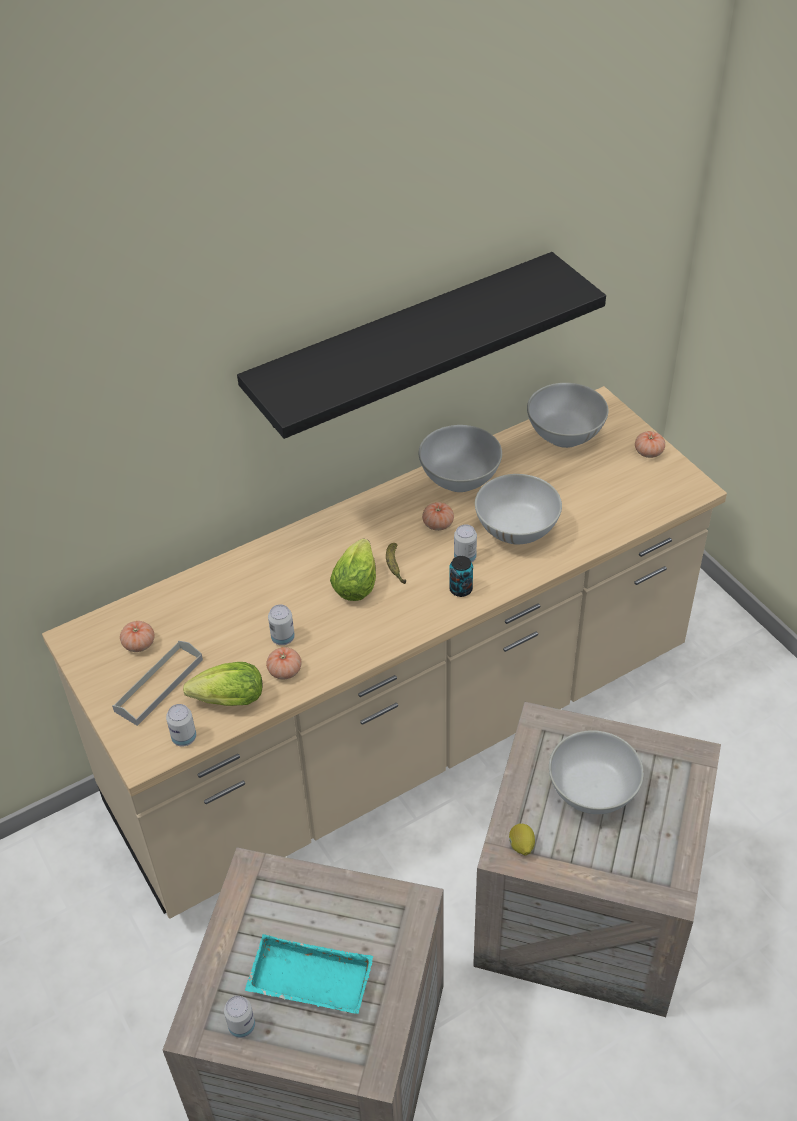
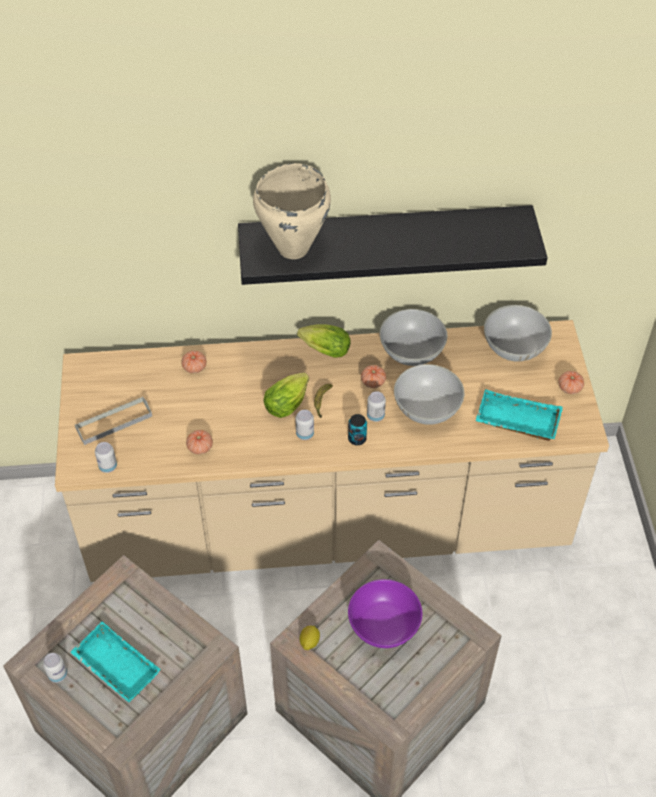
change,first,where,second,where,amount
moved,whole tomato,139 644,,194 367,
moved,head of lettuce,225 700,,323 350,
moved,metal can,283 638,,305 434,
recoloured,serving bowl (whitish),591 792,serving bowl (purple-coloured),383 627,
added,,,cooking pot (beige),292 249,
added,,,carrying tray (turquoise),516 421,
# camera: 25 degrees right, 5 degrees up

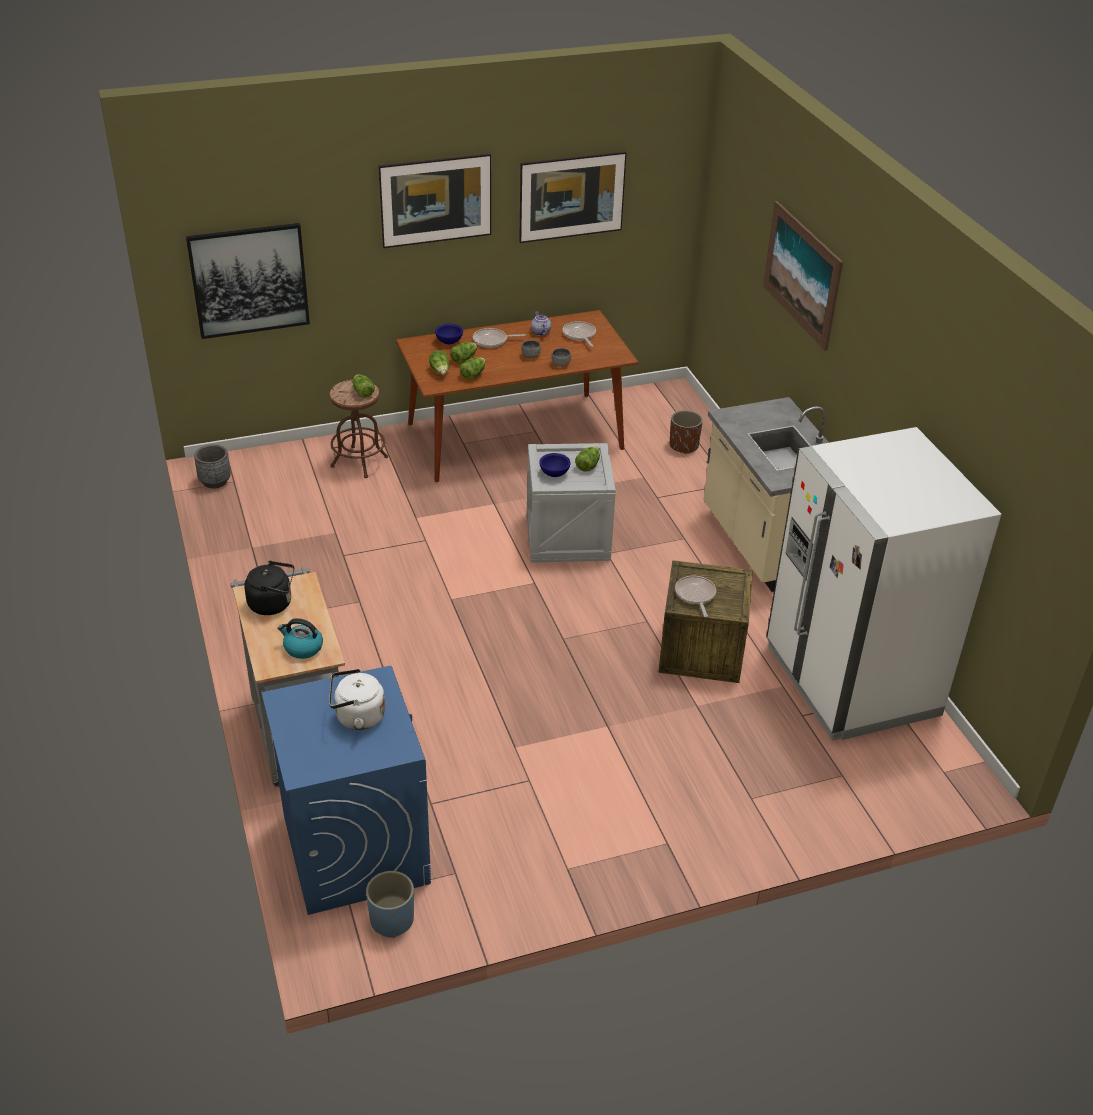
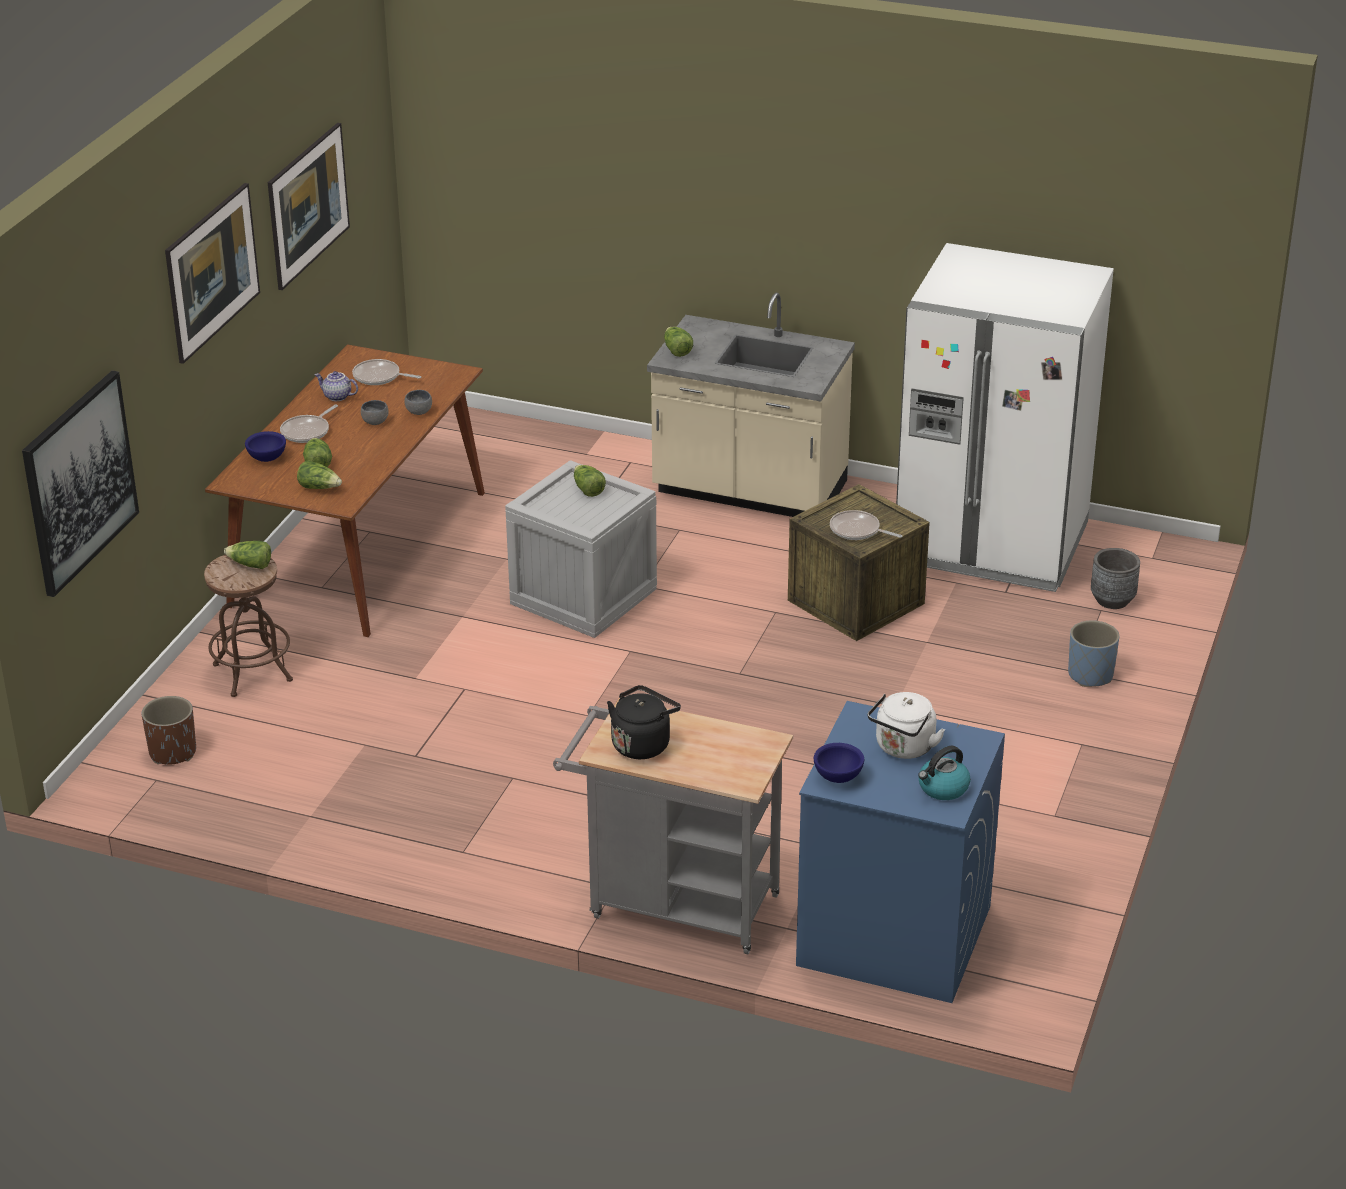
change,first,where,second,where,amount
moved,plant pot (greyish),215 482,,1112 600,
moved,tea kettle,302 648,,942 788,
moved,plant pot (blue),392 920,,1090 675,
moved,head of lettuce,473 374,,676 350,
moved,serving bowl (blue),555 474,,838 776,
moved,plant pot (brown),684 446,,173 752,
removed,wall art,802 274,,,
# camera: 50 degrees left, 5 degrees down

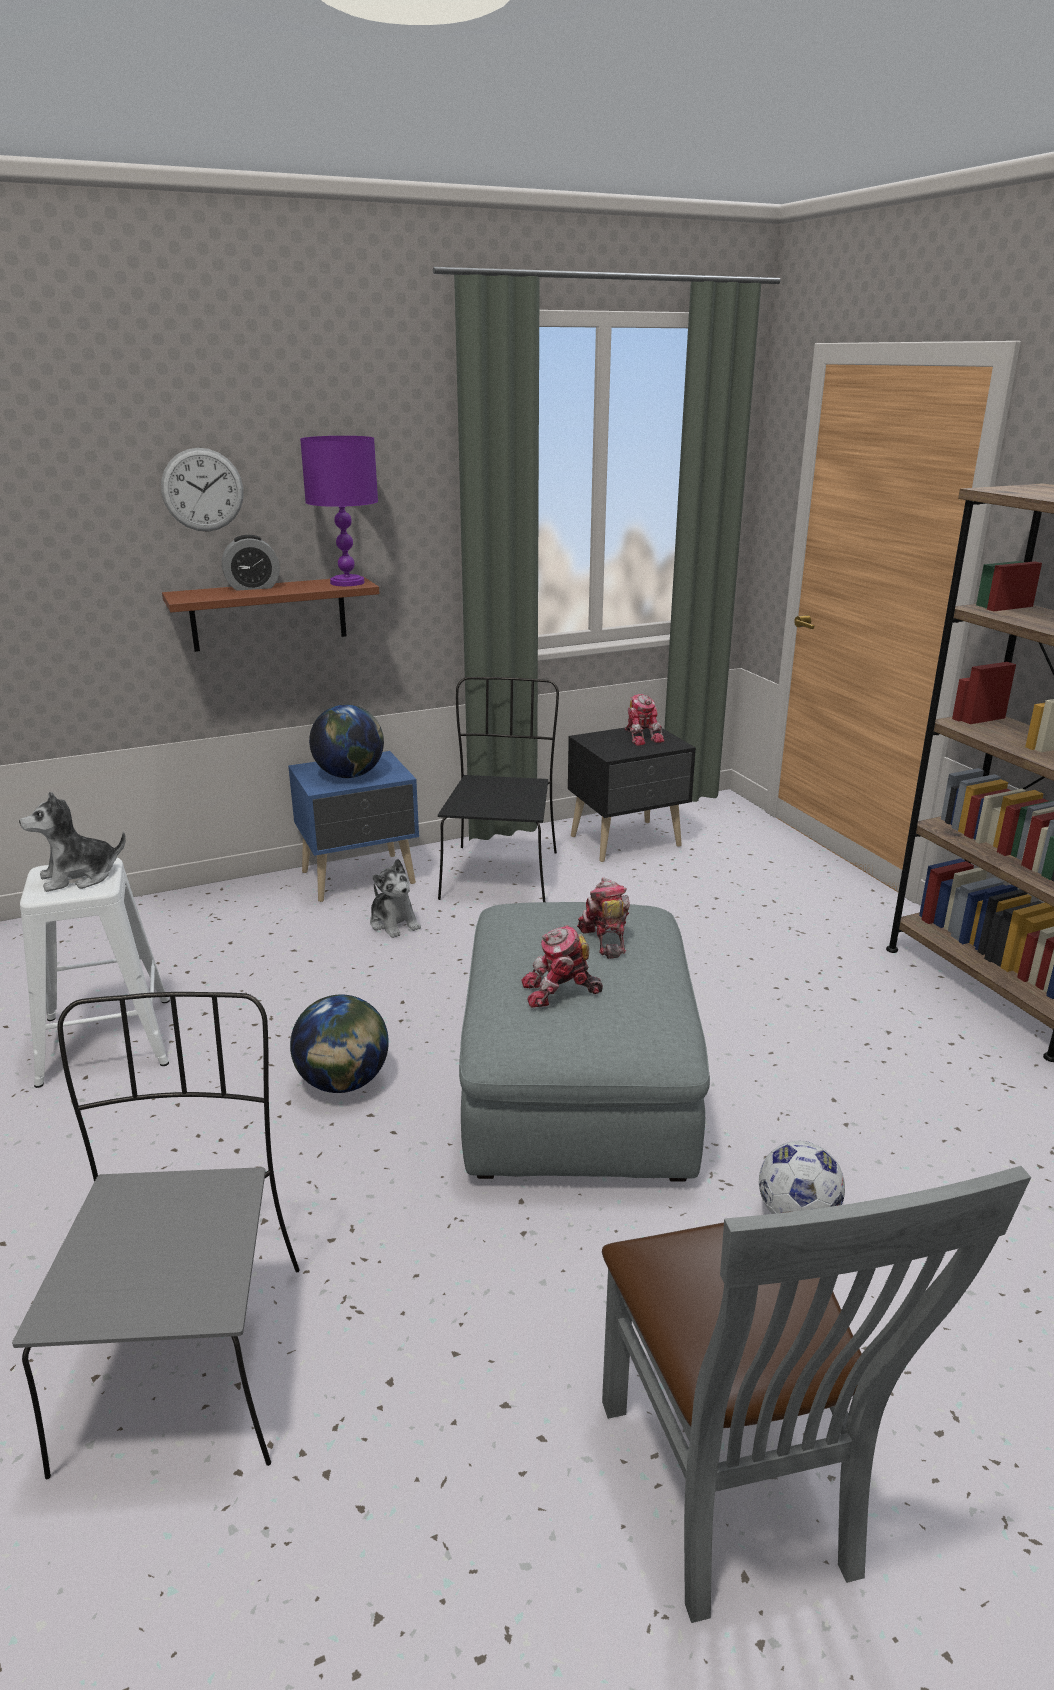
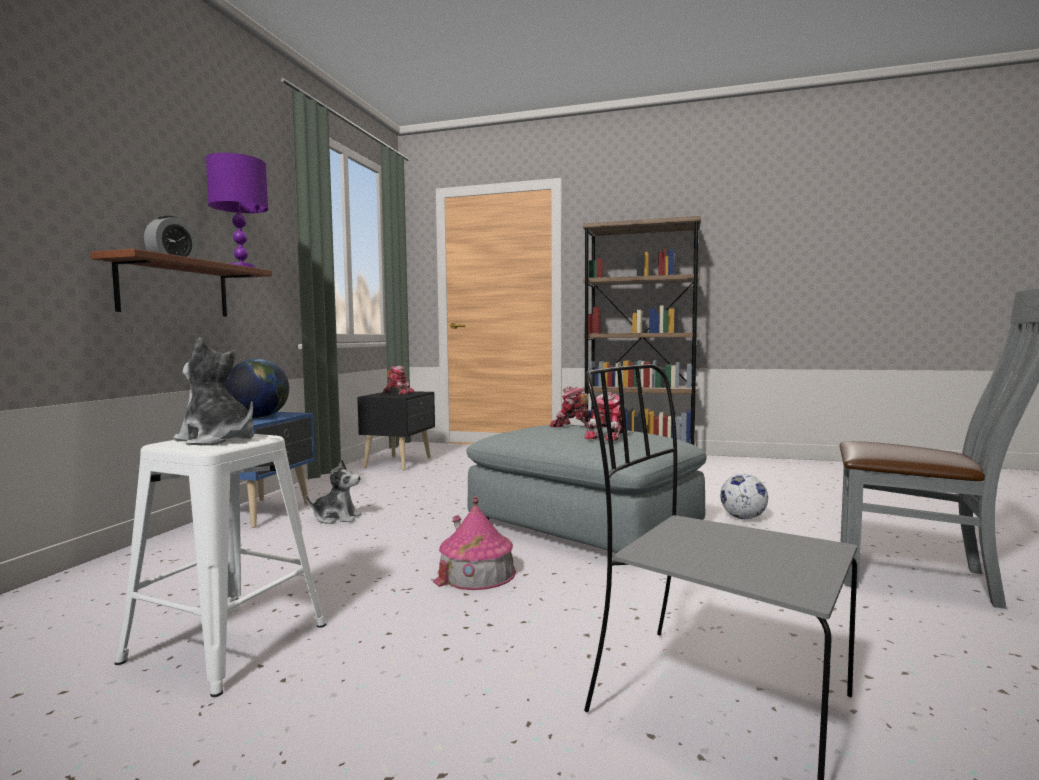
change,first,where,second,where,amount
turned,soft toy,79 877,,217 440,105 degrees clockwise
removed,wall clock,202 490,,,
replaced,globe,343 1082,toy house,476 572,
removed,upright chair (blackish),500 874,,,
# camera: 50 degrees left, 20 degrees down

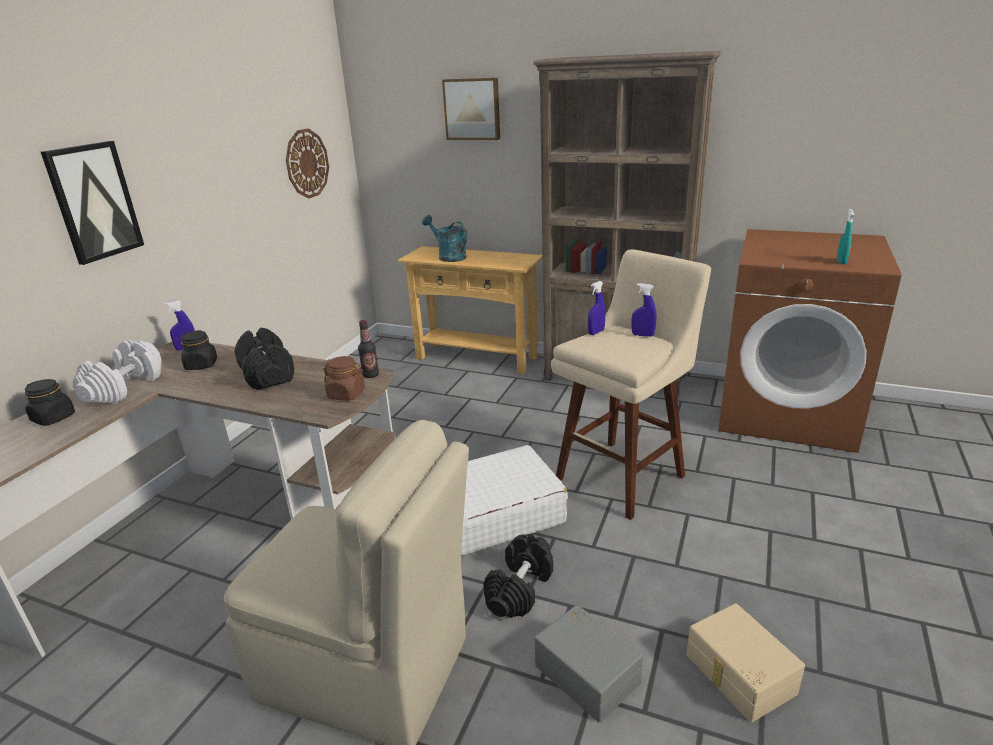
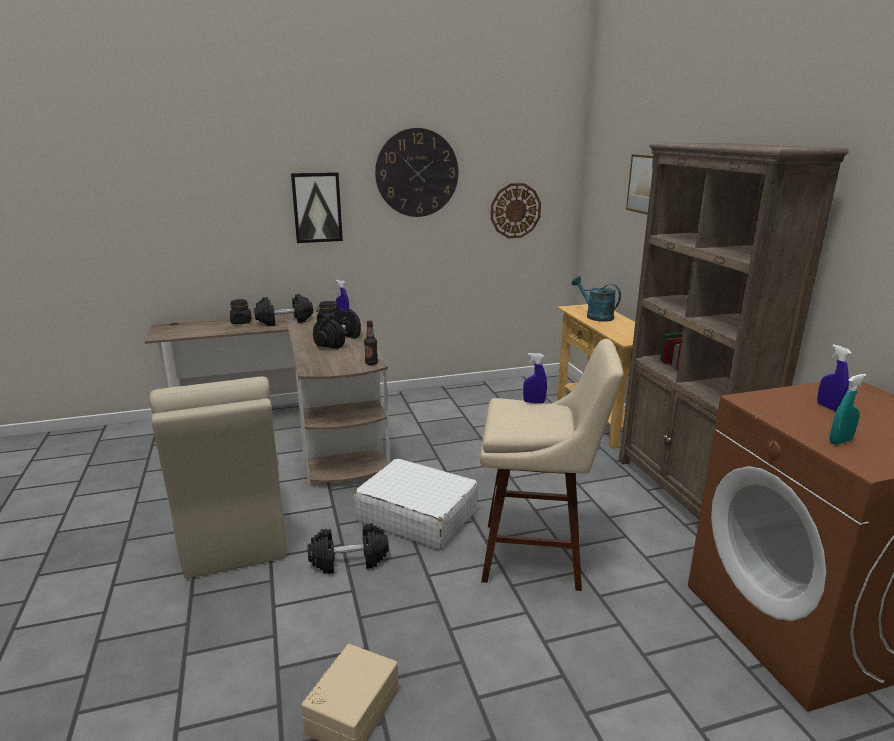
change,first,where,second,where,amount
recoloured,free weight (whitish),124 387,free weight (blackish),285 321,
removed,storage jar (brown),346 394,,,
turned,watering pot (turquoise),448 257,,595 316,45 degrees counterclockwise
removed,storage box (greyish),588 672,,,
moved,spray bottle (blue),642 335,,828 407,
added,,,wall clock,417 173,
# camera: 50 degrees right, 5 degrees down

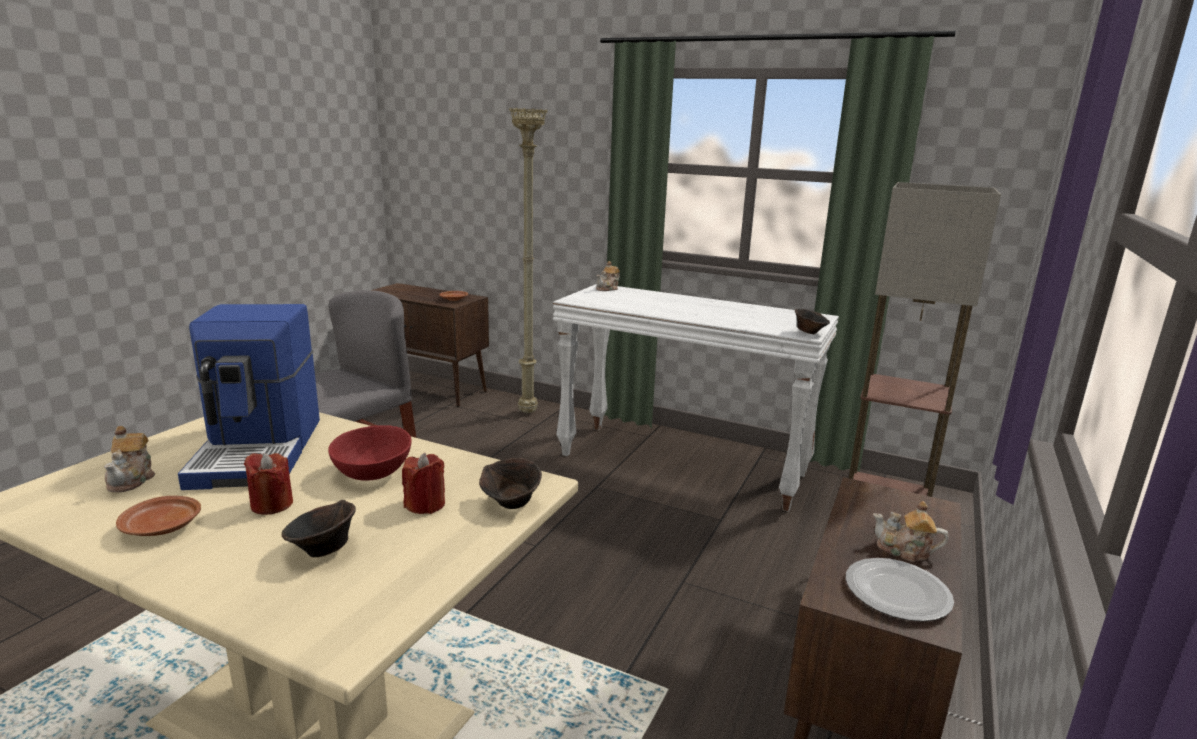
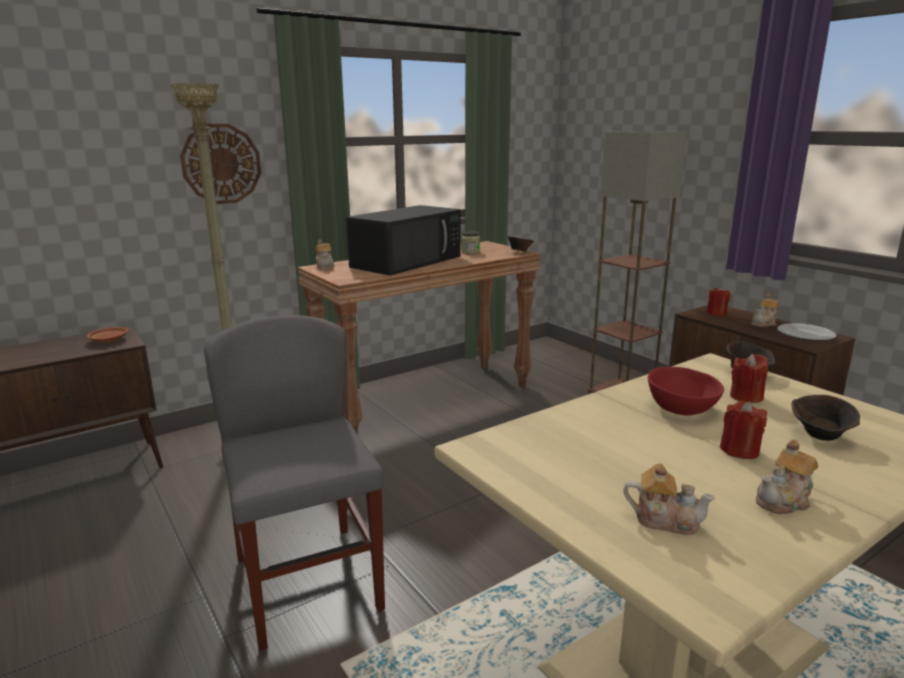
change,first,where,second,where,amount
replaced,flat dish (brown),162 528,pot for tea,784 501,
removed,coffee maker,260 451,,,
recoloured,console table (whitish),683 464,console table (brown),426 397,
added,,,wall clock,221 164,
added,,,microwave (blackish),407 261,
added,,,storage jar,470 252,
added,,,candle (red),716 313,
# camera: 60 degrees left, 0 degrees up

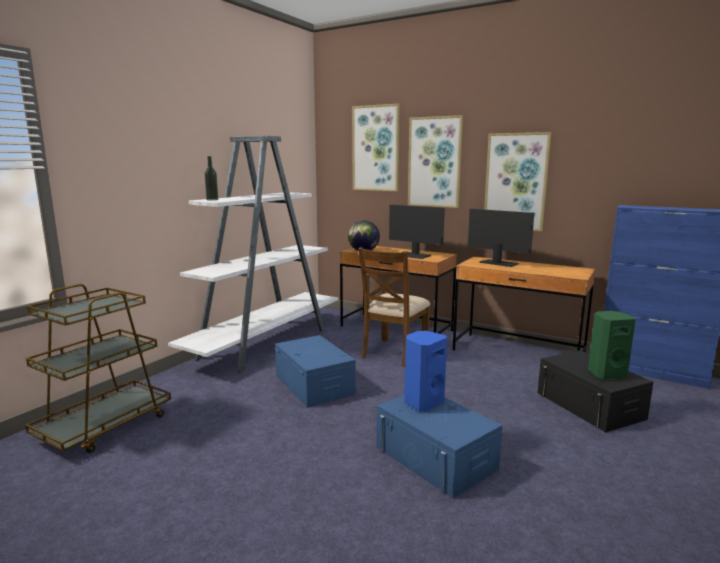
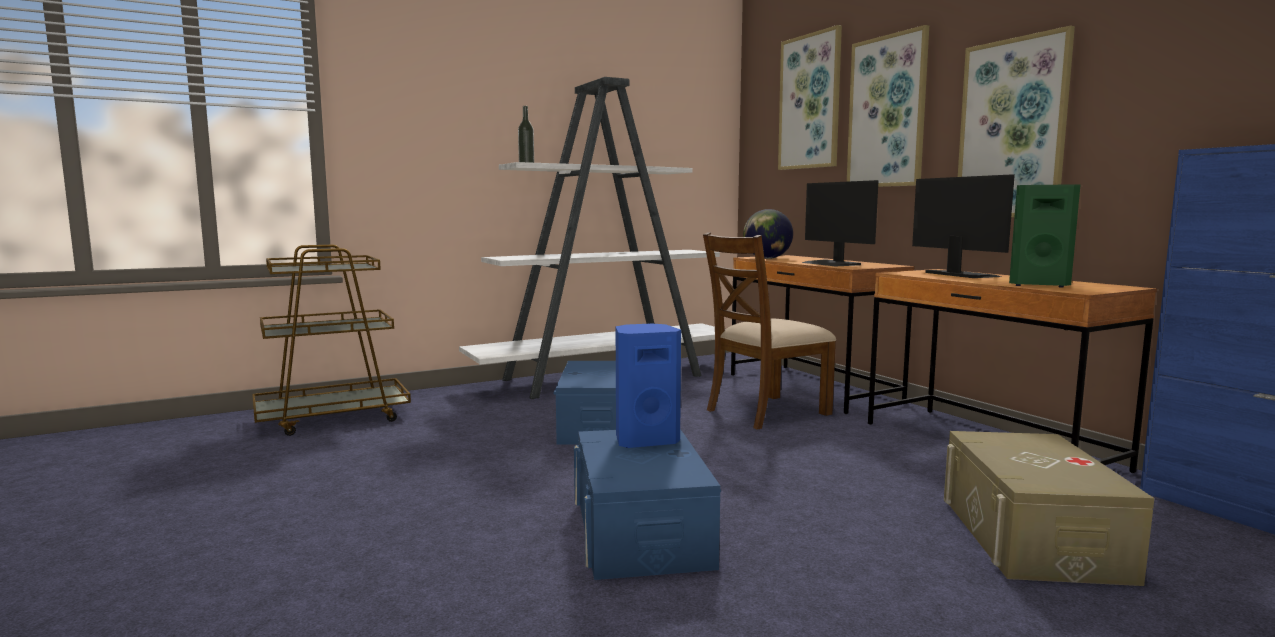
change,first,where,second,where,amount
recoloured,storage box (blackish),589 405,storage box (beige),1032 537,
moved,audio speaker (green),606 373,,1037 285,
# camera: 30 degrees right, 5 degrees down

